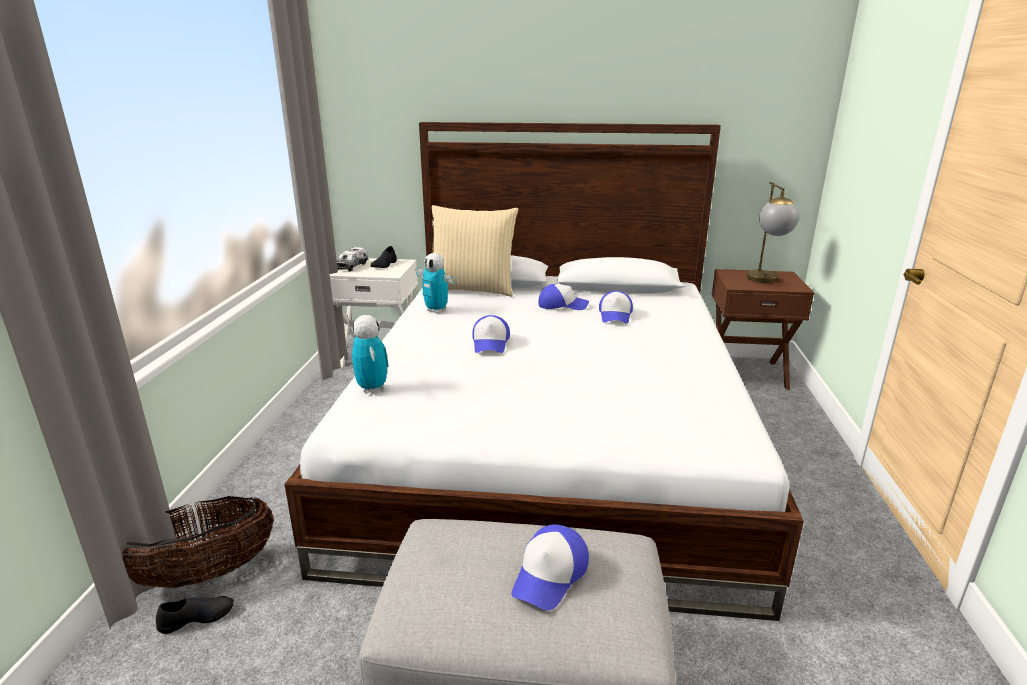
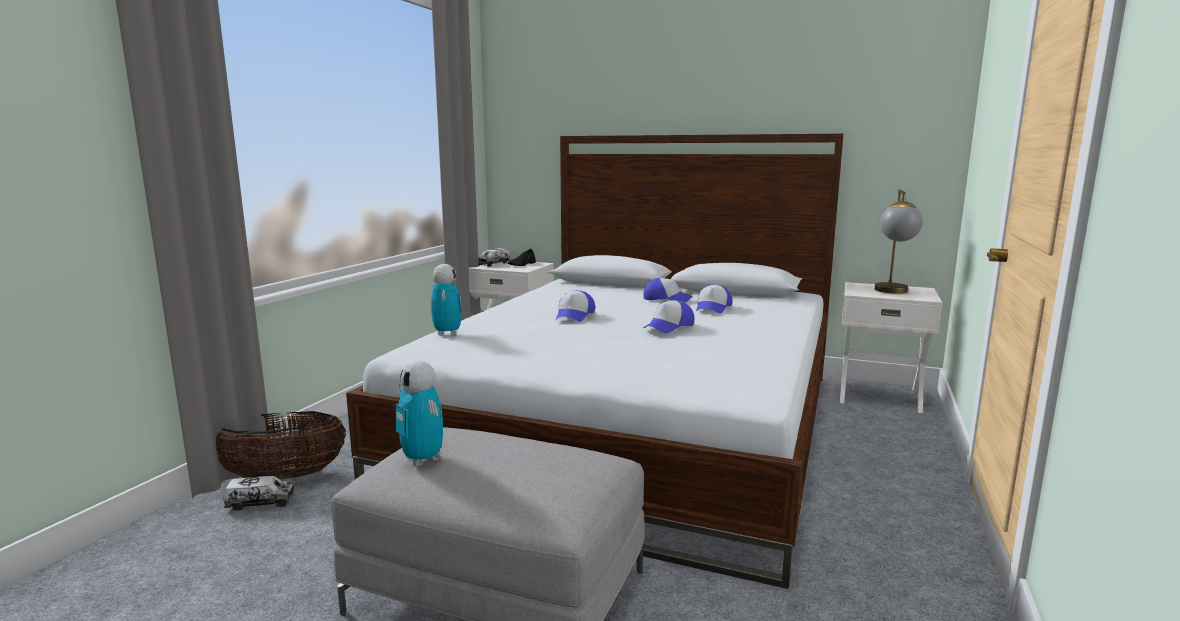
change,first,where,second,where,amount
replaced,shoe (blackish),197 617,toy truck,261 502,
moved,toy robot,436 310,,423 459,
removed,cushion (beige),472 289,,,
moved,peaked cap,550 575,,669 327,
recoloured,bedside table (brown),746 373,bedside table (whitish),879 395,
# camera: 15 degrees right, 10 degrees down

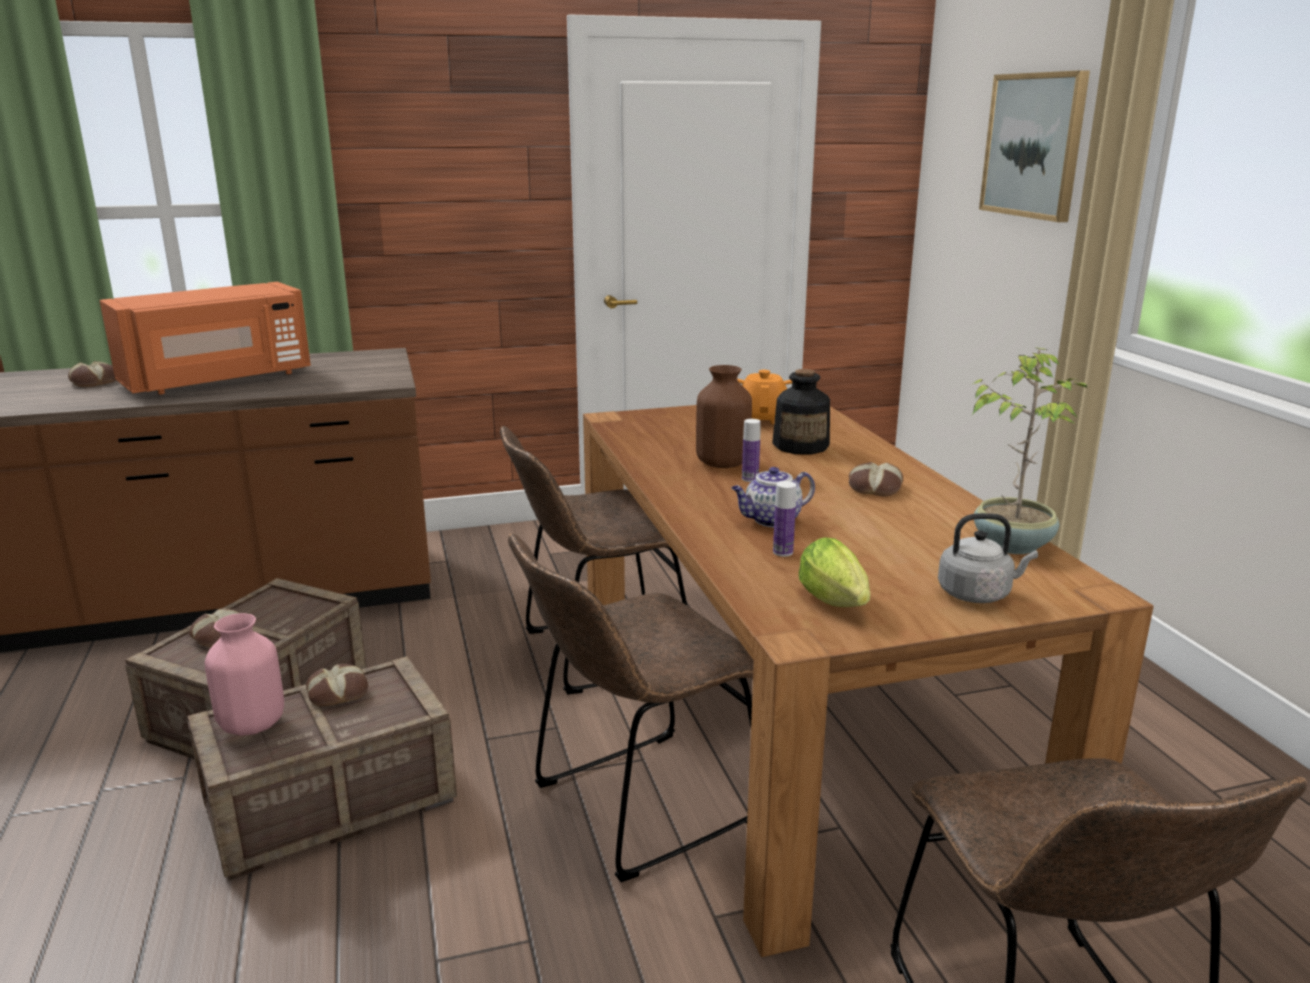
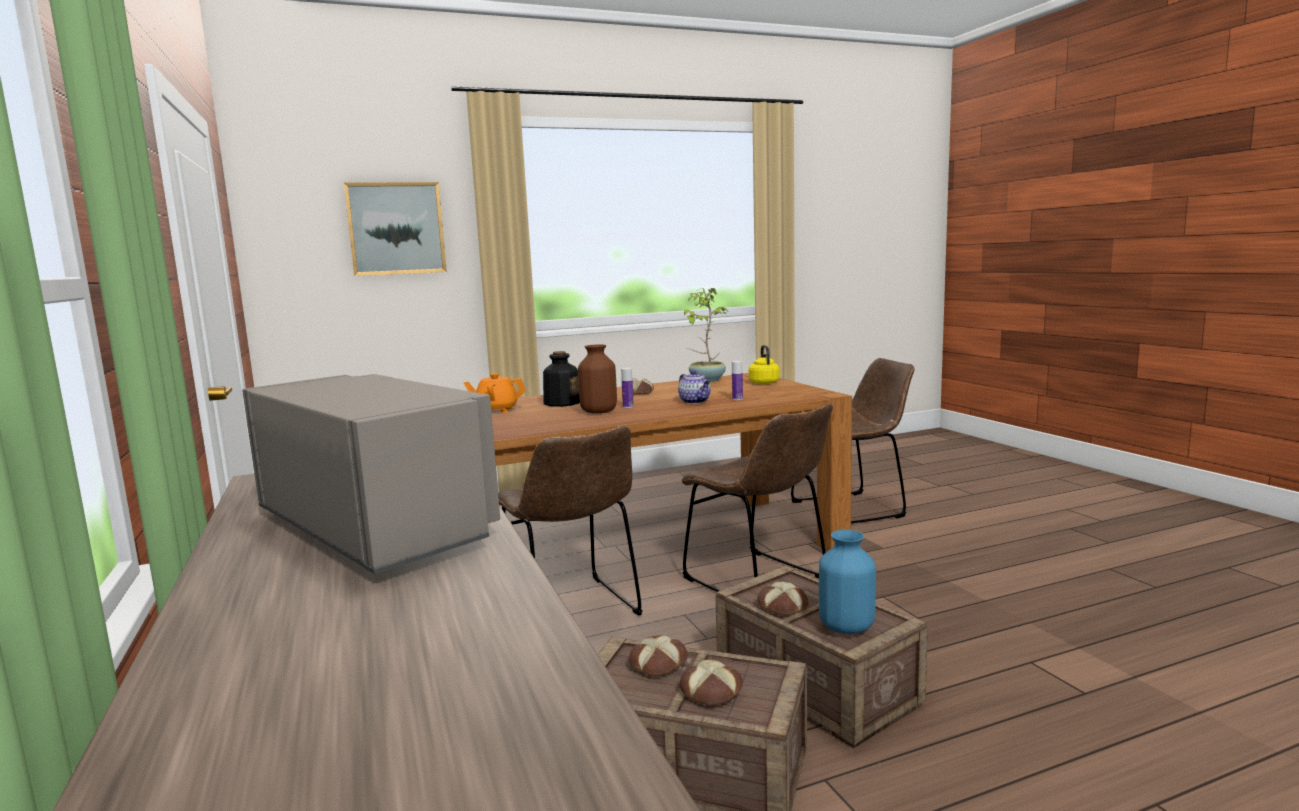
change,first,where,second,where,amount
moved,bakery bread,95 382,,657 663,
recoloured,microwave (orange-coloured),219 380,microwave (greyish),378 527,
recoloured,decorative vase (pink-coloured),251 724,decorative vase (blue),847 627,
removed,head of lettuce,836 604,,,
recoloured,tea kettle (greyish),977 594,tea kettle (yellowish),763 382,
# camera: 95 degrees left, 10 degrees down

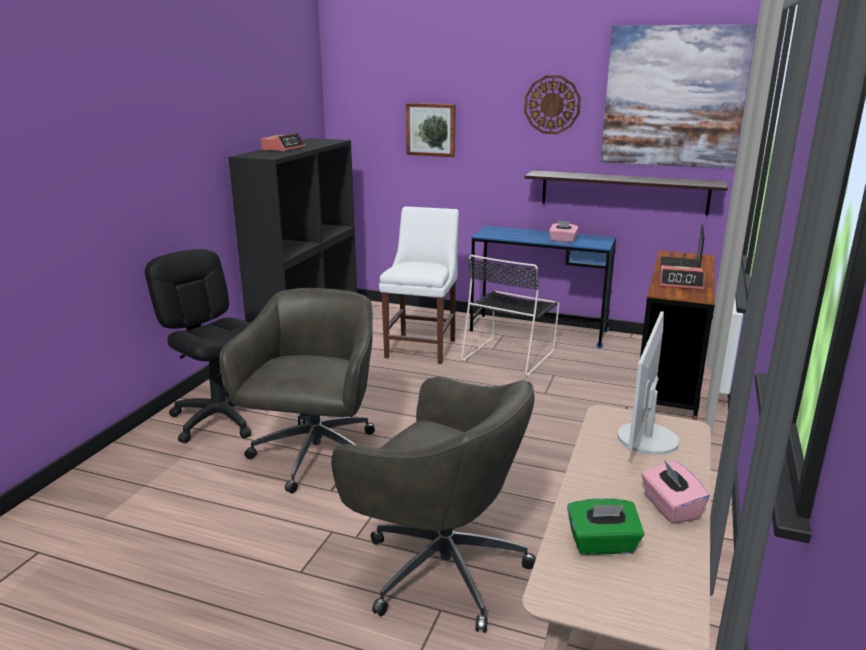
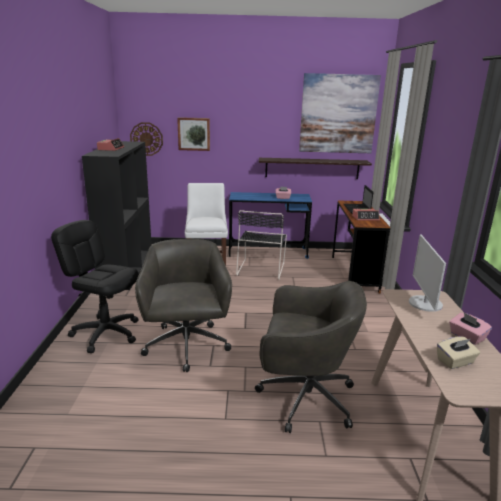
change,first,where,second,where,amount
moved,wall clock,552 105,,146 139,
recoloured,box of tissues (green),602 544,box of tissues (beige),455 362,
# camera: 20 degrees left, 0 degrees up

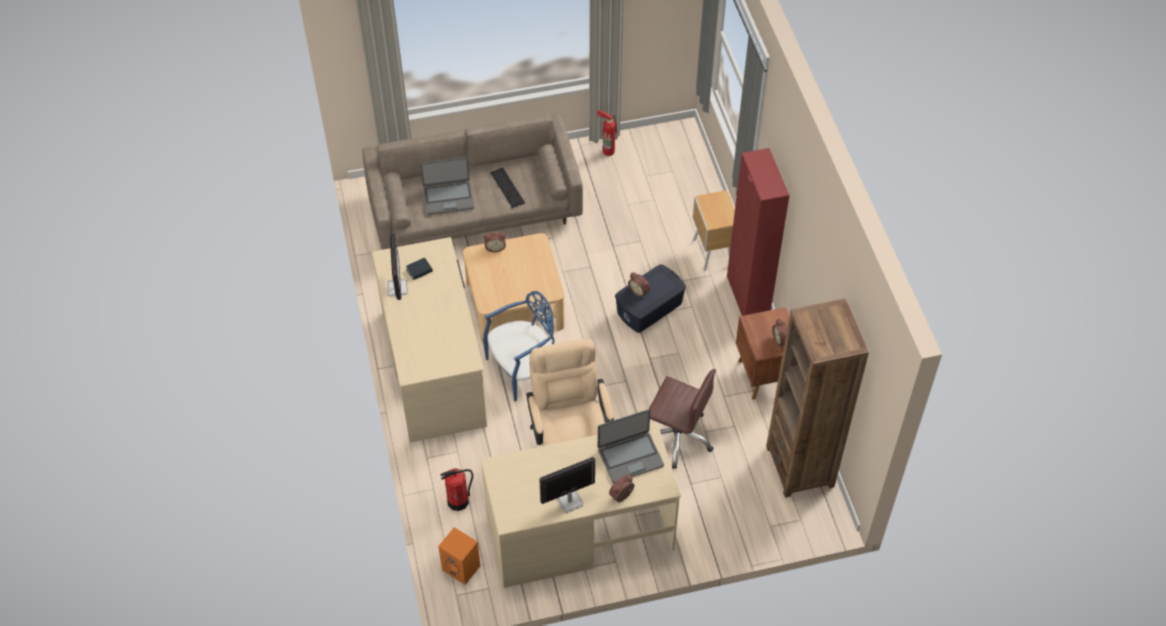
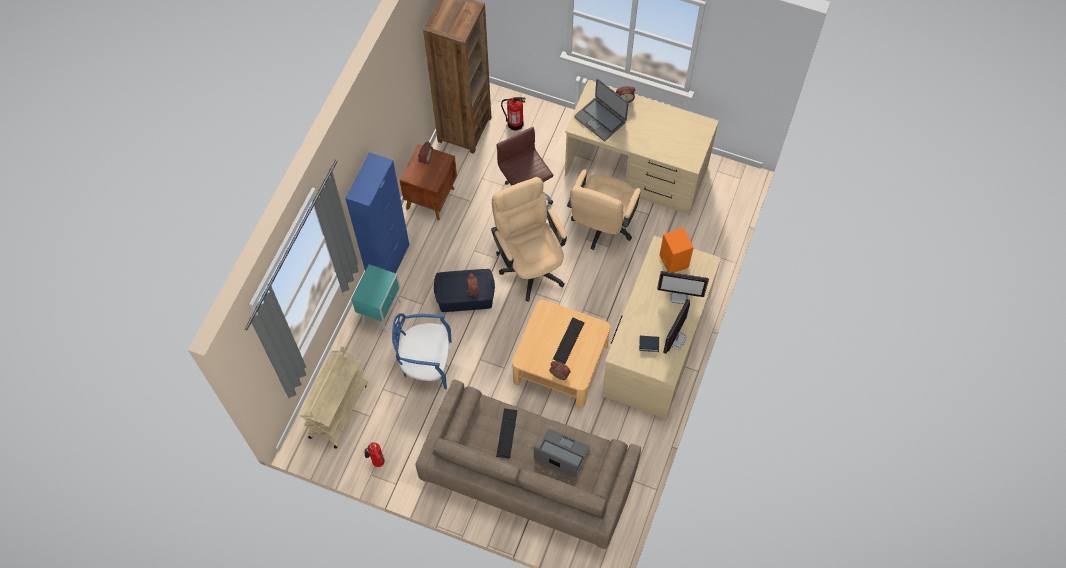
change,first,where,second,where,amount
moved,audio speaker (orange-coloured),462 568,,673 260,
moved,fire-fighting cylinder,458 501,,515 123,
moved,upright chair (blue),522 369,,426 363,
moved,monitor,569 501,,679 295,
turned,notebook computer,630 457,,600 119,150 degrees counterclockwise
recoloured,bedside table (brown),712 254,bedside table (turquoise),382 312,
recoloured,cupboard (red),748 296,cupboard (blue),388 262,
added,,,cart (beige),338 409,
added,,,desk chair (beige),530 264,
added,,,computer keyboard,568 340,
# camera: 145 degrees left, 10 degrees up

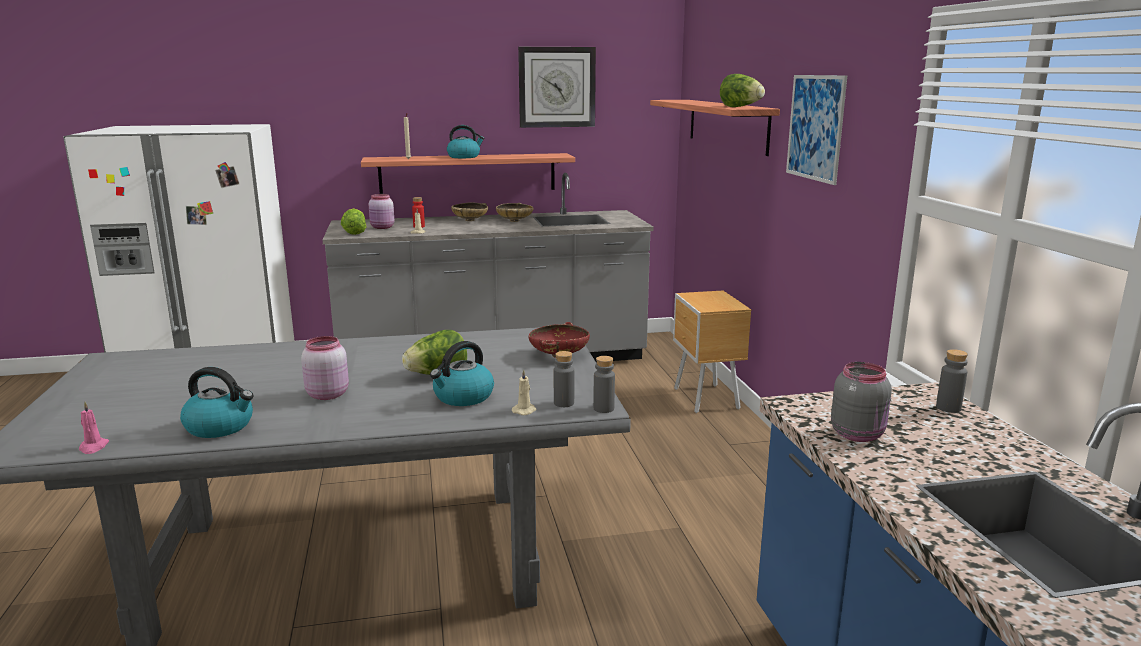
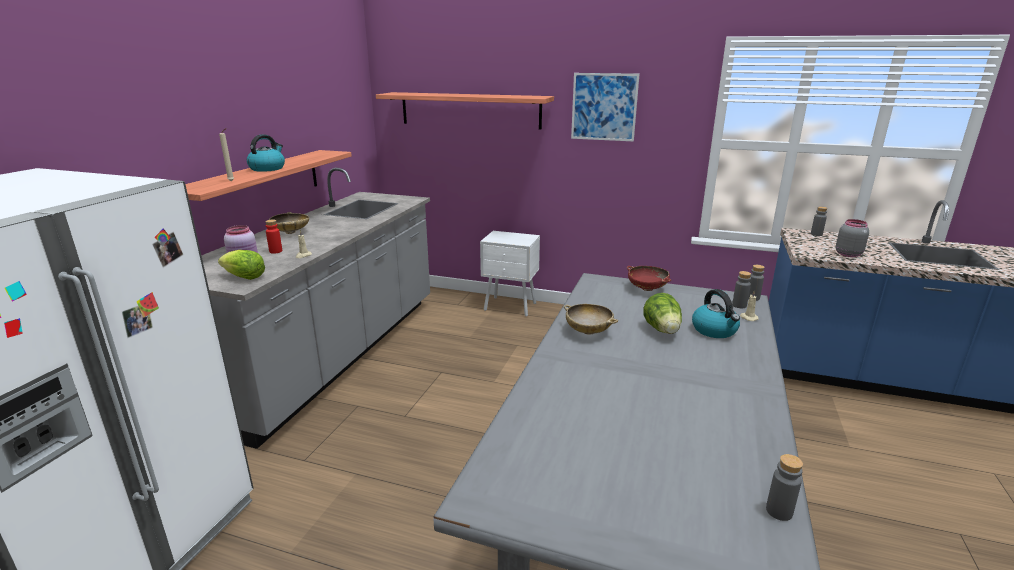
change,first,where,second,where,amount
replaced,candle (pink-coloured),93 447,bottle (greyish),779 511,
removed,tea kettle,221 426,,,
removed,storage jar (pink-coloured),327 394,,,
moved,serving bowl (beige),515 221,,588 331,
removed,wall clock,557 87,,,
recoloured,bedside table (brown),705 399,bedside table (whitish),511 307,
removed,head of lettuce,741 107,,,
# camera: 60 degrees left, 5 degrees up

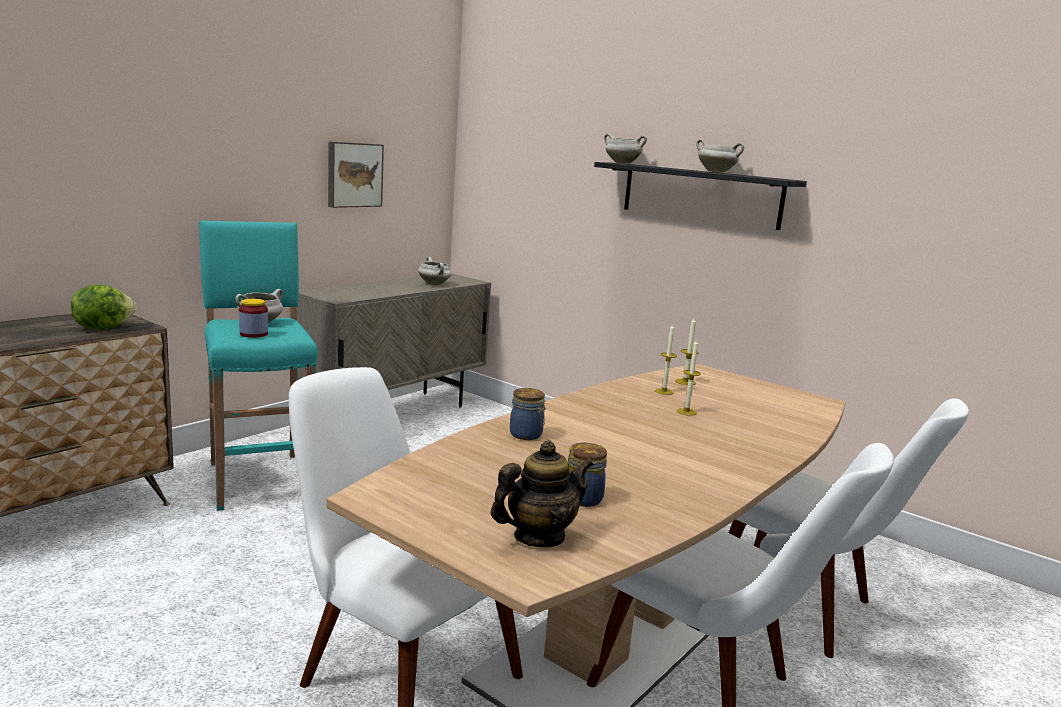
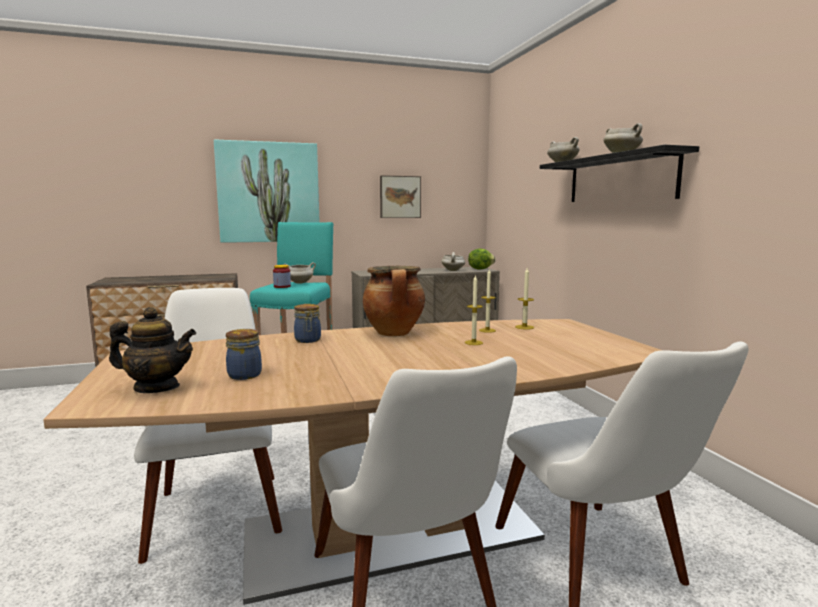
change,first,where,second,where,amount
moved,head of lettuce,102 328,,480 269,
added,,,wall art,269 192,
added,,,cooking pot,394 333,
# camera: 35 degrees right, 5 degrees down

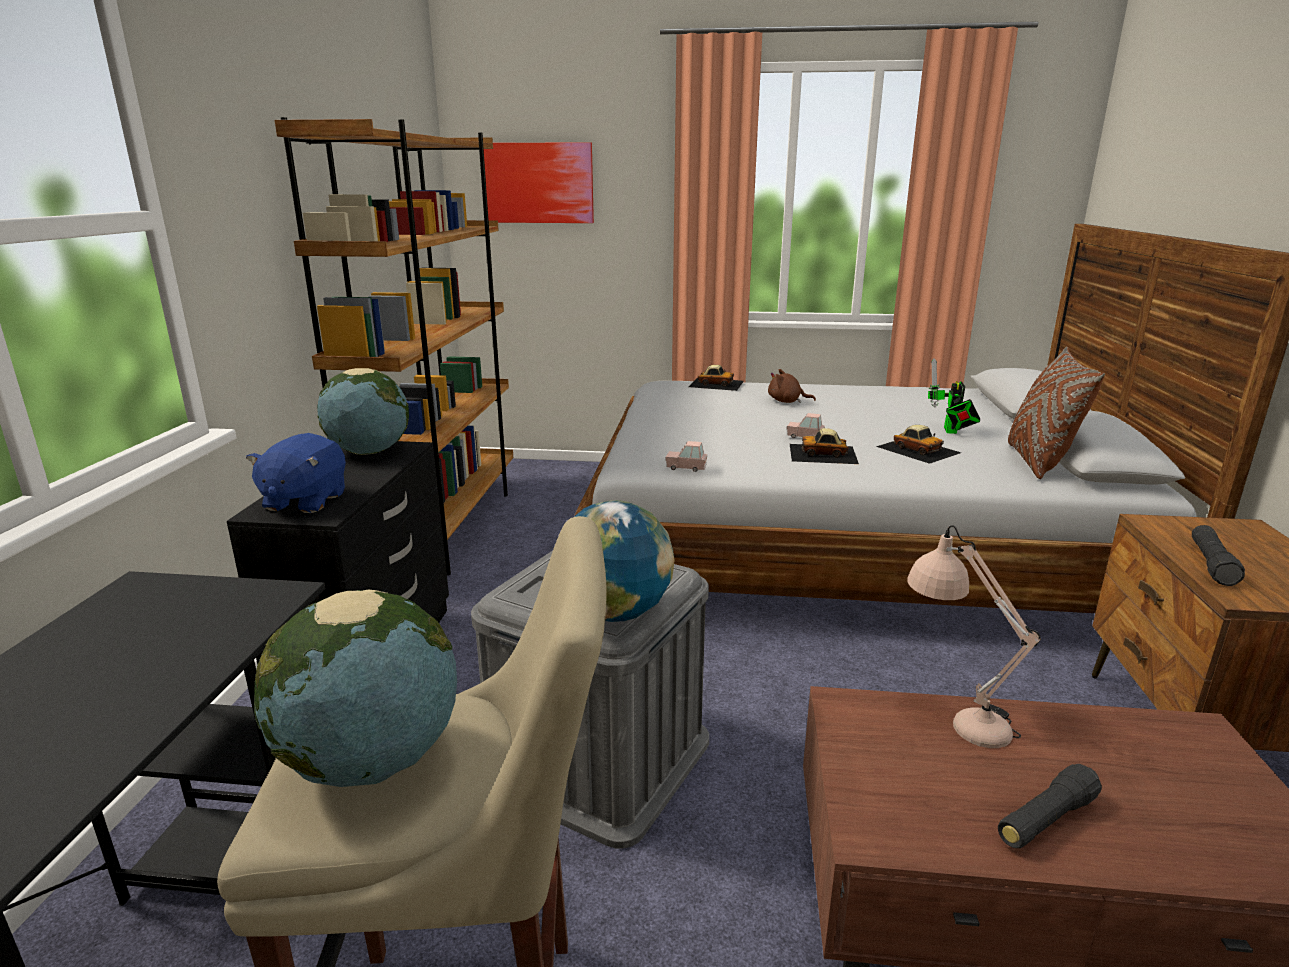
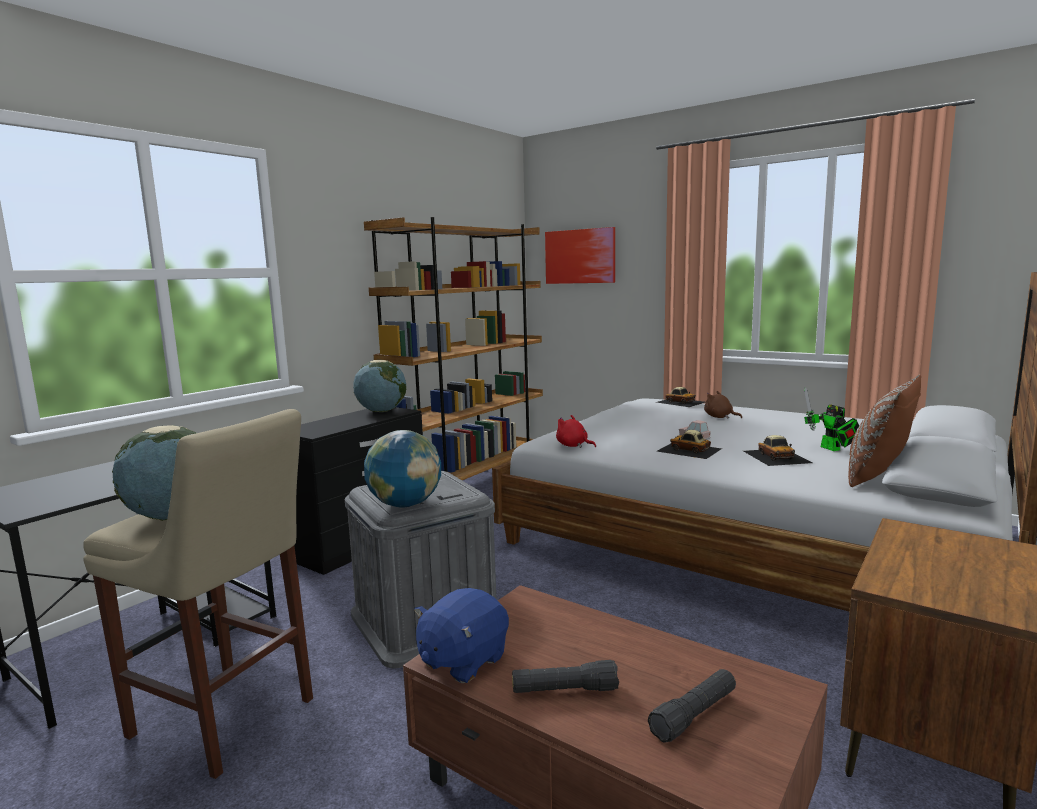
change,first,where,second,where,amount
moved,soft toy (blue),304 501,,462 660,
replaced,model car (pink-coloured),686 467,soft toy (red),573 446,
removed,tabletop lamp (beige),953 714,,,
turned,toy robot,950 431,,832 449,60 degrees counterclockwise
moved,torch (blackish),1211 564,,694 715,
# camera: 30 degrees right, 10 degrees down

